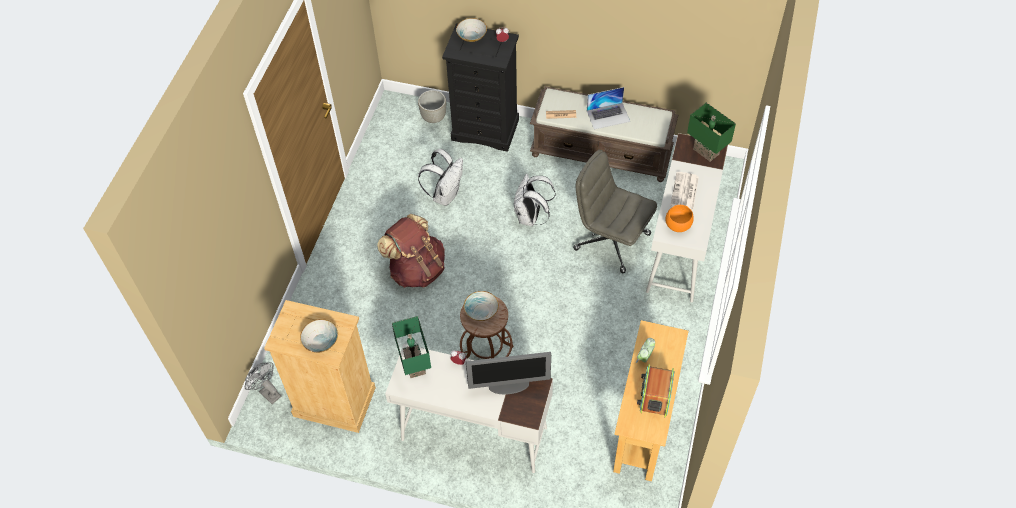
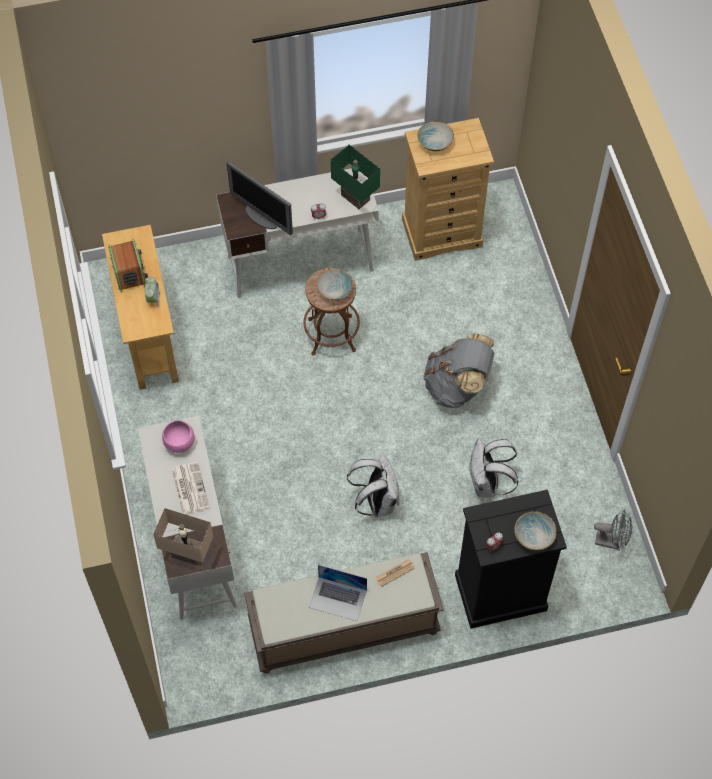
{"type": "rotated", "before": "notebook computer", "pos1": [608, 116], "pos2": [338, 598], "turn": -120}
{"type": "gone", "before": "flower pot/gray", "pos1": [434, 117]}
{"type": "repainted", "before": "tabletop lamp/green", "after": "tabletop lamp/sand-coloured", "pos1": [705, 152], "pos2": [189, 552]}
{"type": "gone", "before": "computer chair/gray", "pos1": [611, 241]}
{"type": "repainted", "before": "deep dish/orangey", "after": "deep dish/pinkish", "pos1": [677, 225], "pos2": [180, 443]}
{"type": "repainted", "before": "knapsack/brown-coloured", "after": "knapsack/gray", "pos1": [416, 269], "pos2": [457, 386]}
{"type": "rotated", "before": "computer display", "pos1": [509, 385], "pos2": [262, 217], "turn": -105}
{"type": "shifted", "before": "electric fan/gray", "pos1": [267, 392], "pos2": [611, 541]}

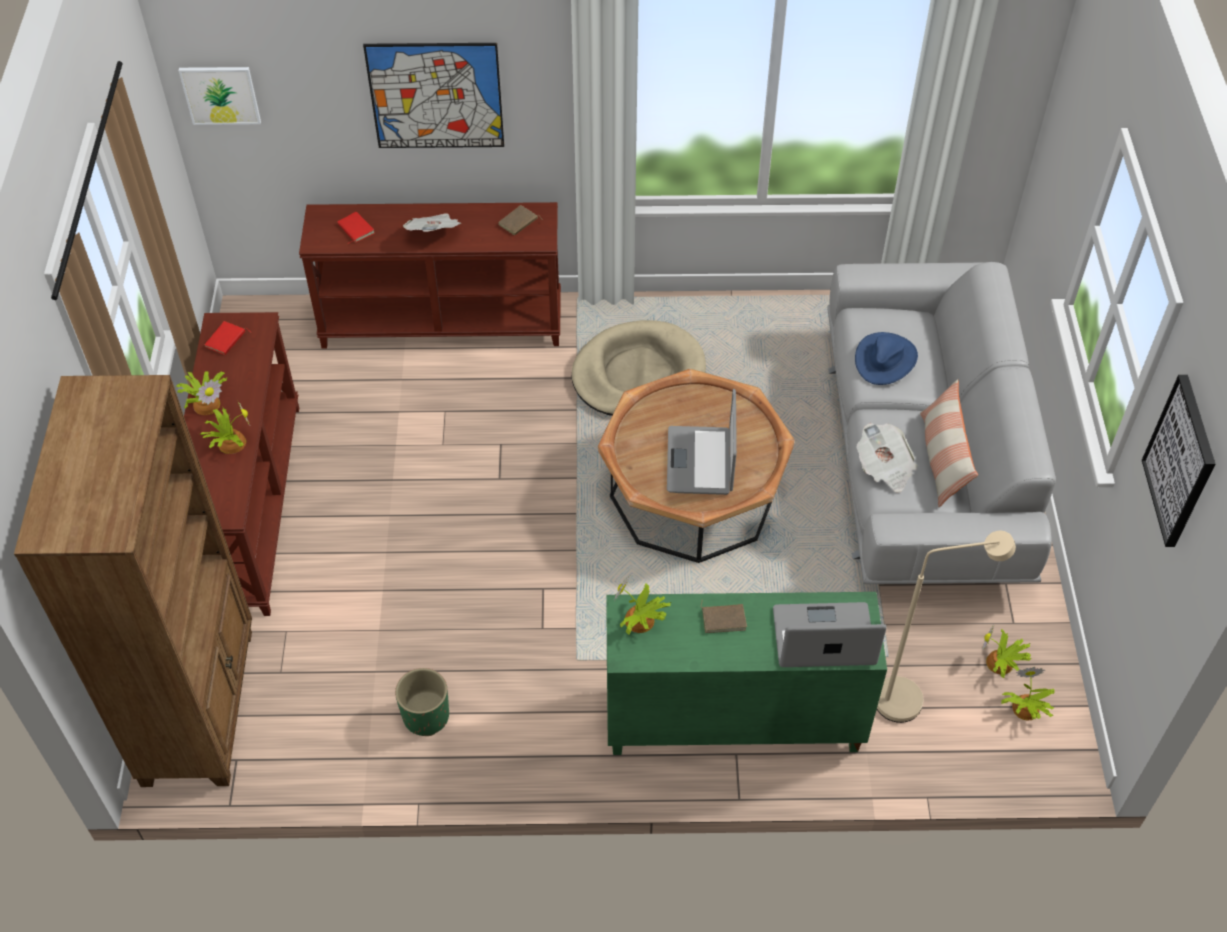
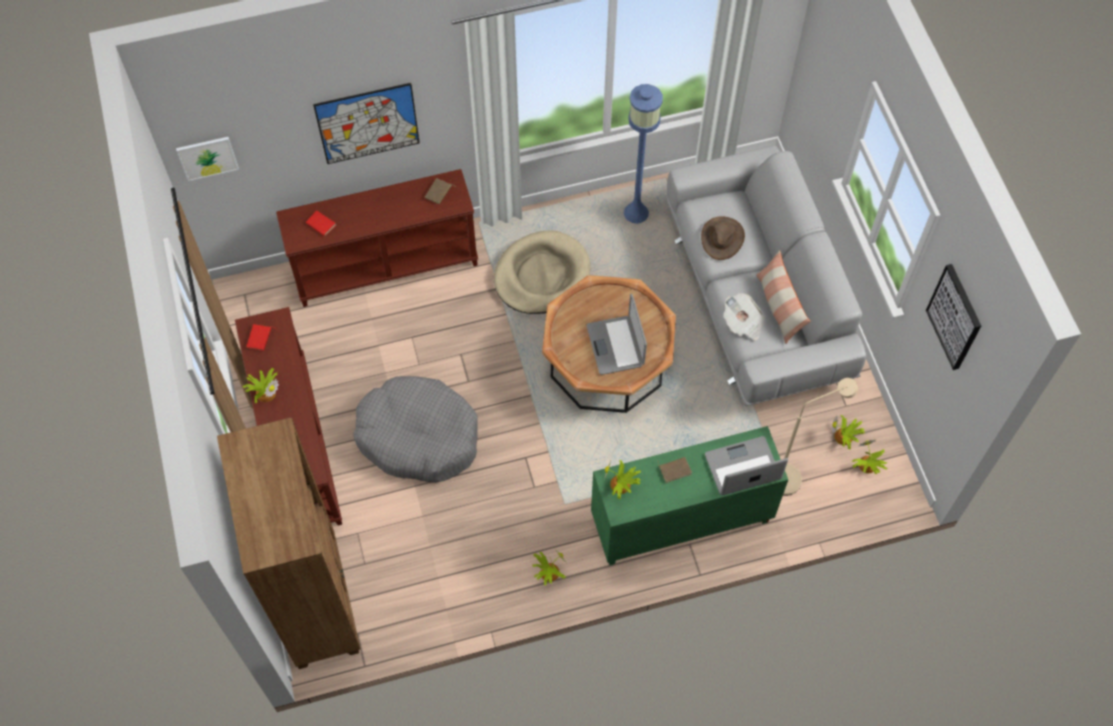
{"type": "gone", "before": "printed paper", "pos1": [434, 234]}
{"type": "repainted", "before": "hat/blue-coloured", "after": "hat/brown-coloured", "pos1": [885, 359], "pos2": [722, 238]}
{"type": "shifted", "before": "plant in a pot", "pos1": [230, 442], "pos2": [548, 572]}
{"type": "gone", "before": "flower pot/green", "pos1": [426, 716]}
{"type": "new", "after": "floor lamp/blue-coloured", "pos2": [636, 213]}
{"type": "new", "after": "dog bed/gray", "pos2": [418, 436]}

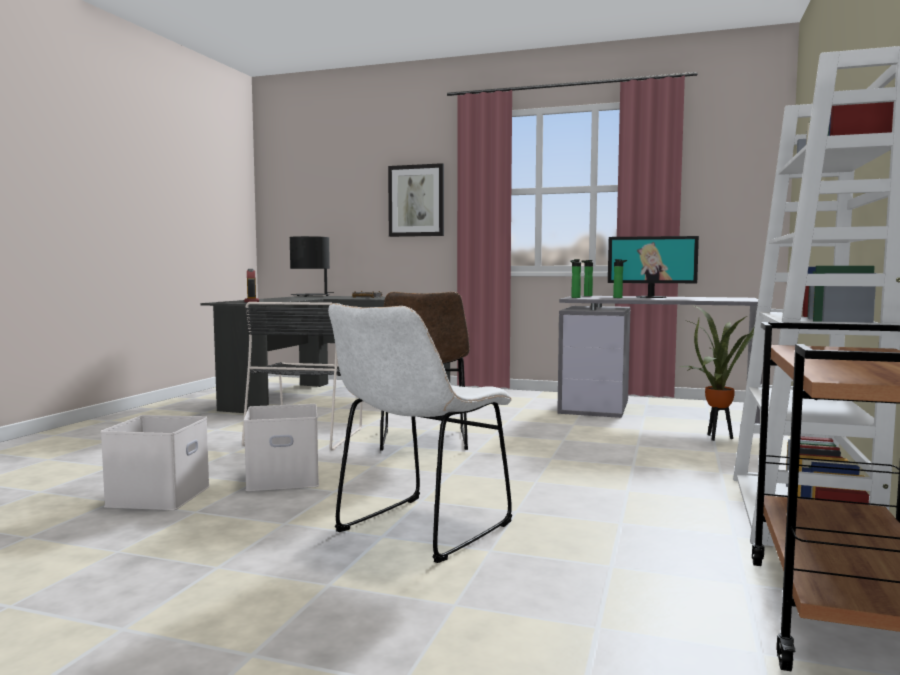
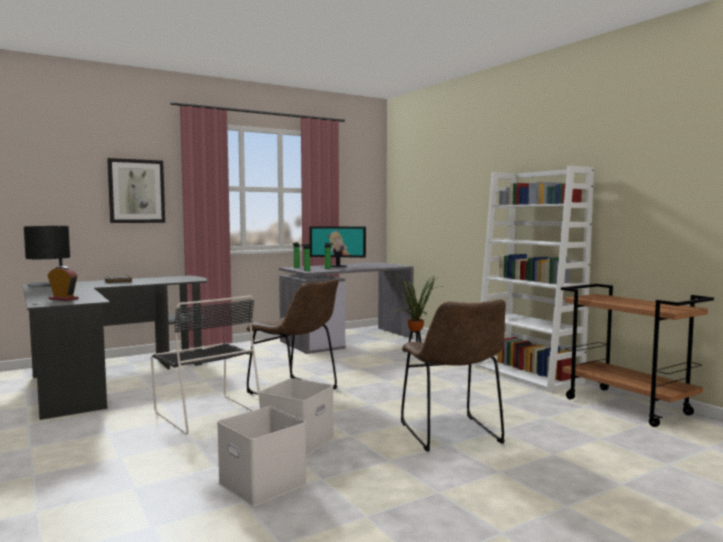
{"type": "rotated", "before": "computer display", "pos1": [651, 297], "pos2": [338, 266], "turn": 45}
{"type": "repainted", "before": "upright chair/white", "after": "upright chair/brown-coloured", "pos1": [419, 530], "pos2": [452, 435]}

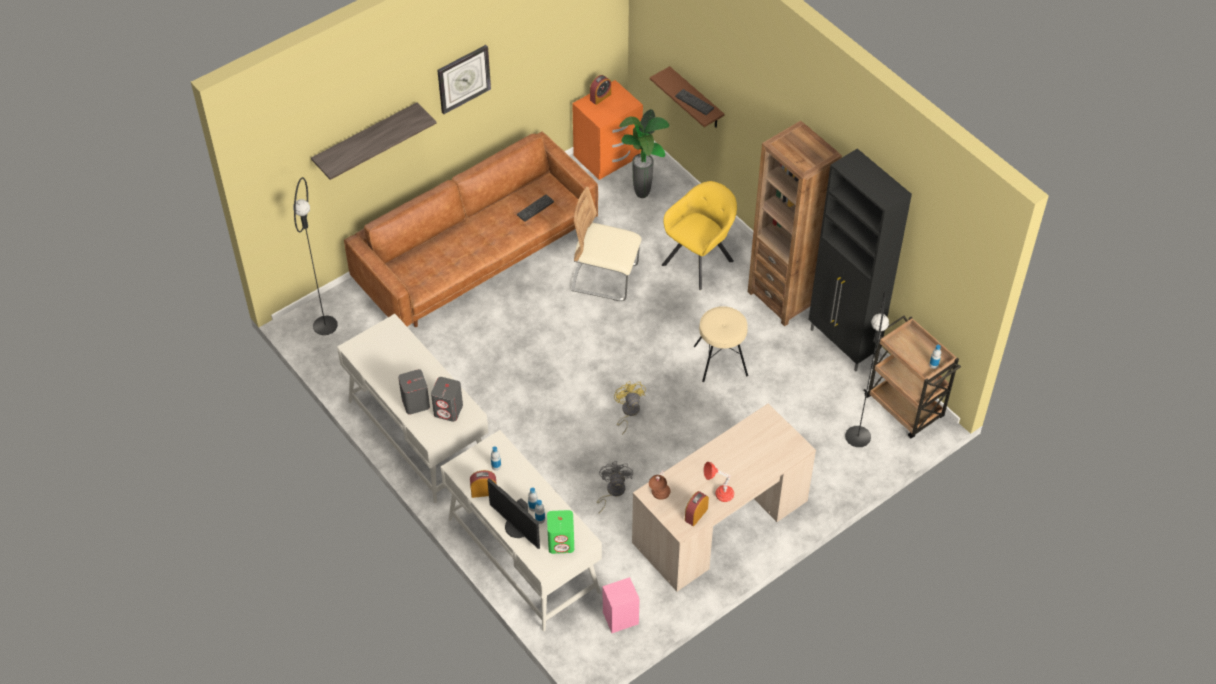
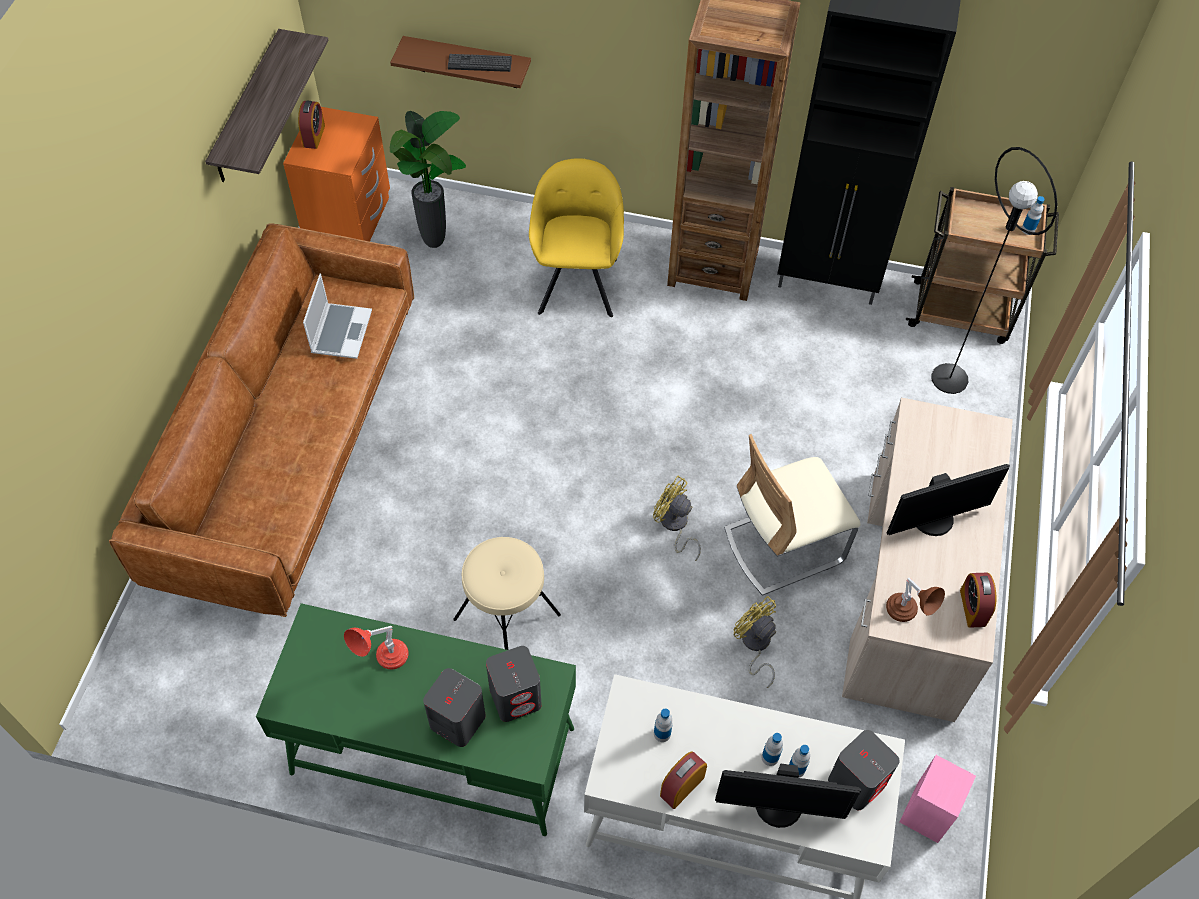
{"type": "gone", "before": "clock on the wall", "pos1": [463, 78]}
{"type": "shifted", "before": "wall shelf", "pos1": [366, 139], "pos2": [247, 109]}
{"type": "gone", "before": "floor lamp/blackish", "pos1": [325, 325]}
{"type": "shifted", "before": "upright chair/sand-coloured", "pos1": [605, 278], "pos2": [783, 545]}
{"type": "swapped", "before": "keyboard", "after": "notebook computer", "pos1": [535, 208], "pos2": [341, 331]}
{"type": "shifted", "before": "stool/sand-coloured", "pos1": [720, 361], "pos2": [507, 617]}
{"type": "repainted", "before": "desk unit/white", "after": "desk unit/green", "pos1": [418, 433], "pos2": [432, 749]}
{"type": "repainted", "before": "electric fan/gray", "after": "electric fan/yellowish", "pos1": [612, 491], "pos2": [755, 645]}
{"type": "shifted", "before": "tabletop lamp/red-coloured", "pos1": [718, 494], "pos2": [384, 661]}
{"type": "repainted", "before": "audio speaker/green", "after": "audio speaker/gray", "pos1": [561, 542], "pos2": [857, 781]}
{"type": "new", "after": "computer display", "pos2": [933, 520]}

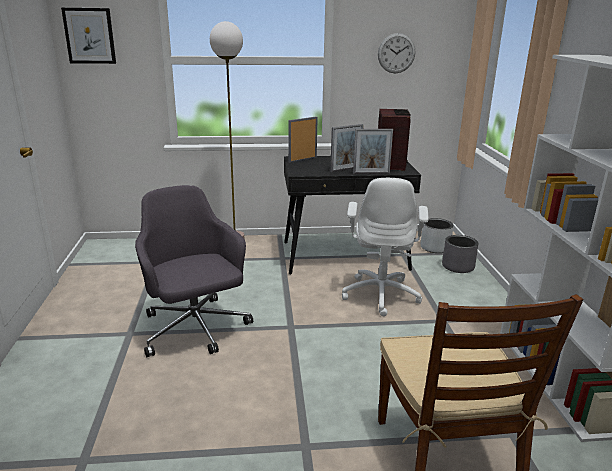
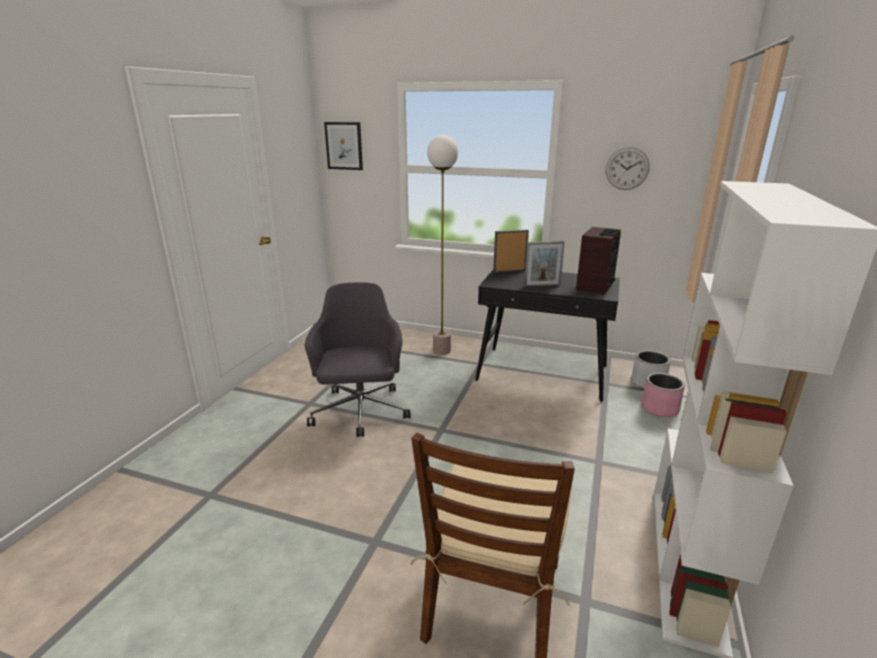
{"type": "gone", "before": "photo frame", "pos1": [371, 173]}
{"type": "gone", "before": "computer chair/white", "pos1": [381, 294]}
{"type": "repainted", "before": "flower pot/gray", "after": "flower pot/pinkish", "pos1": [458, 266], "pos2": [660, 408]}

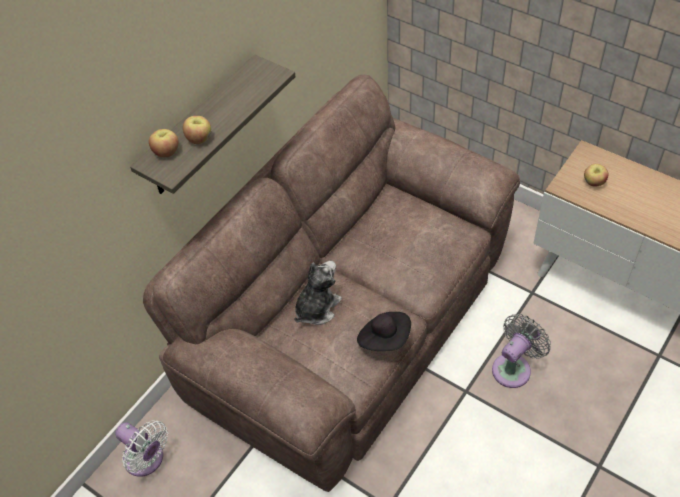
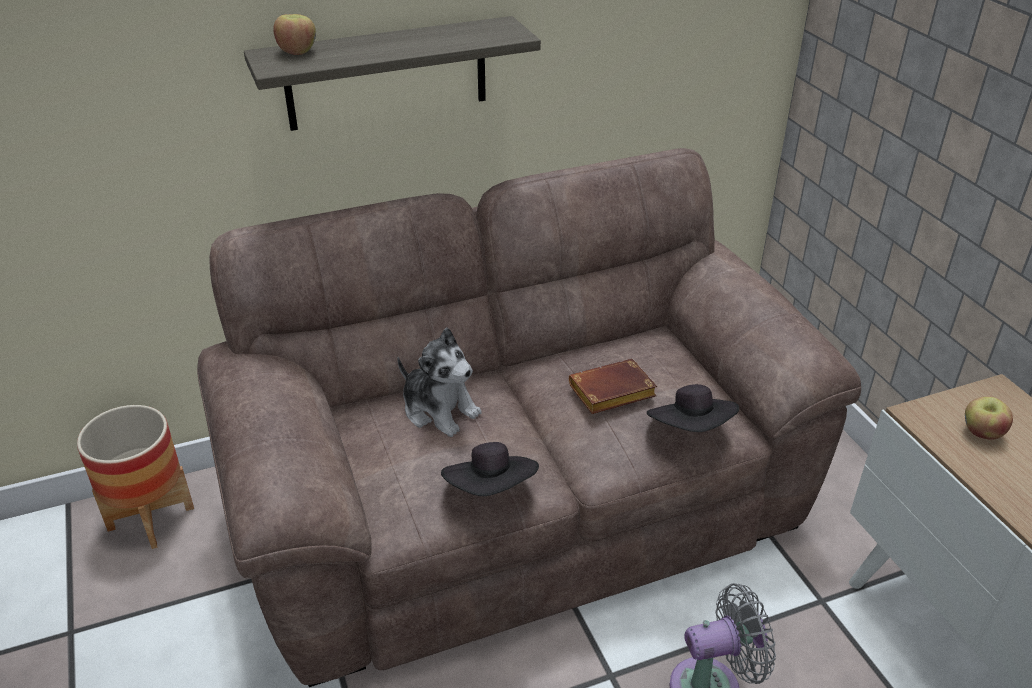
{"type": "gone", "before": "apple fruit", "pos1": [199, 139]}
{"type": "rotated", "before": "soft toy", "pos1": [316, 308], "pos2": [439, 410], "turn": 60}
{"type": "swapped", "before": "electric fan/white", "after": "flower pot", "pos1": [147, 460], "pos2": [151, 518]}
{"type": "new", "after": "bound book/brown-coloured", "pos2": [610, 394]}
{"type": "new", "after": "hat/blackish", "pos2": [691, 429]}

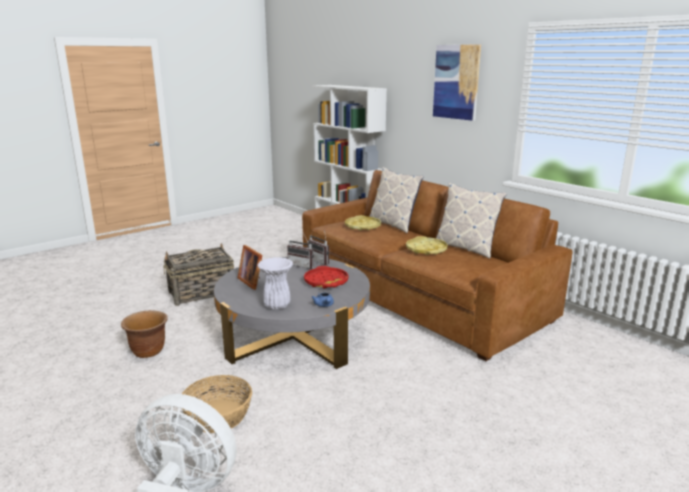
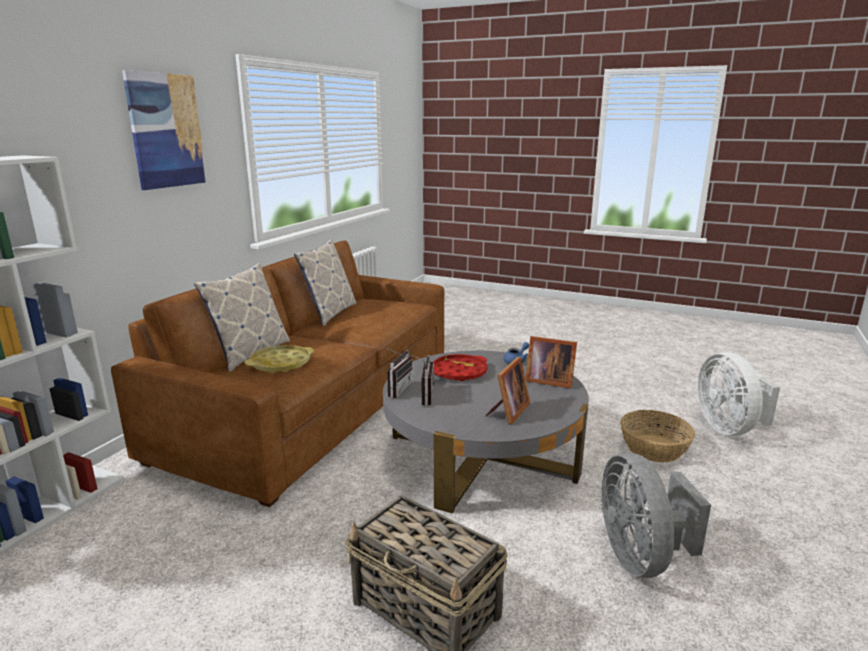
{"type": "gone", "before": "carrying tray/yellowish", "pos1": [426, 249]}
{"type": "swapped", "before": "flower vase/white", "after": "photo frame", "pos1": [277, 306], "pos2": [548, 380]}
{"type": "swapped", "before": "flower pot/brown-coloured", "after": "electric fan/gray", "pos1": [148, 351], "pos2": [640, 557]}

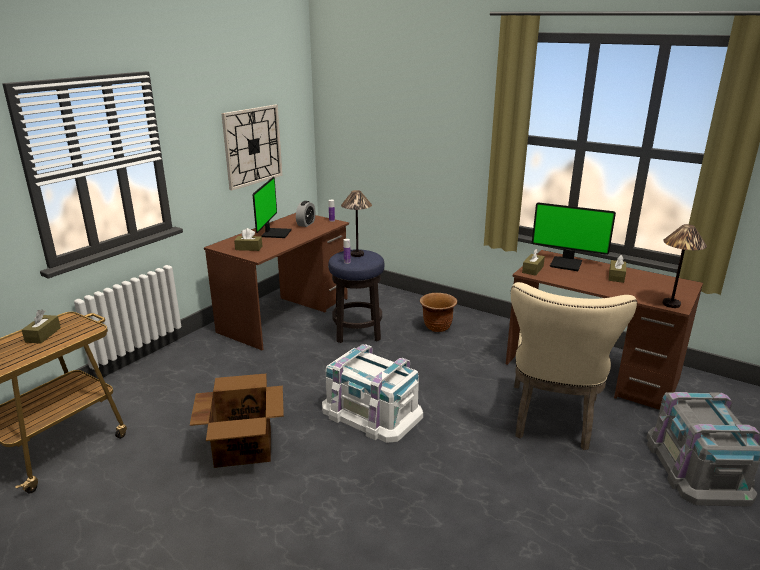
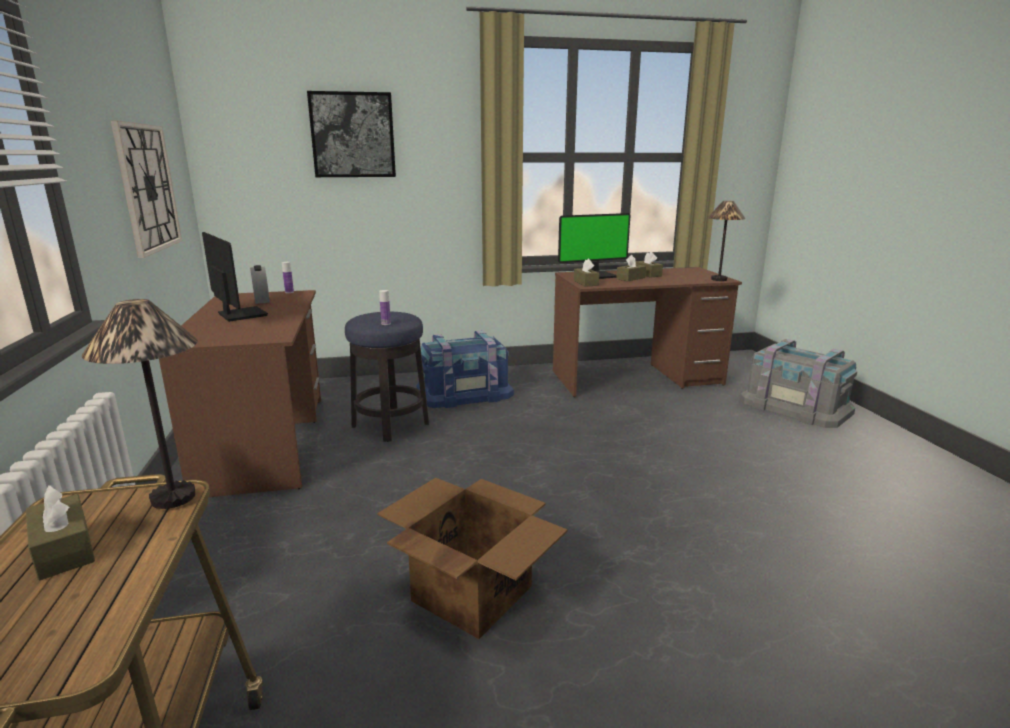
{"type": "shifted", "before": "tabletop lamp", "pos1": [357, 254], "pos2": [172, 498]}
{"type": "shifted", "before": "tissue holder/brown-coloured", "pos1": [249, 248], "pos2": [630, 278]}
{"type": "gone", "before": "upright chair/sand-coloured", "pos1": [552, 420]}
{"type": "swapped", "before": "flower pot/brown-coloured", "after": "storage box/blue-coloured", "pos1": [437, 327], "pos2": [464, 392]}
{"type": "gone", "before": "storage box/white", "pos1": [371, 412]}
{"type": "new", "after": "wall art", "pos2": [353, 135]}

